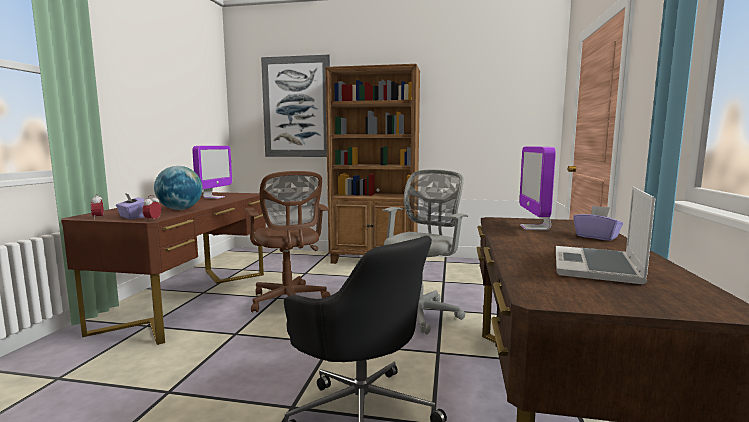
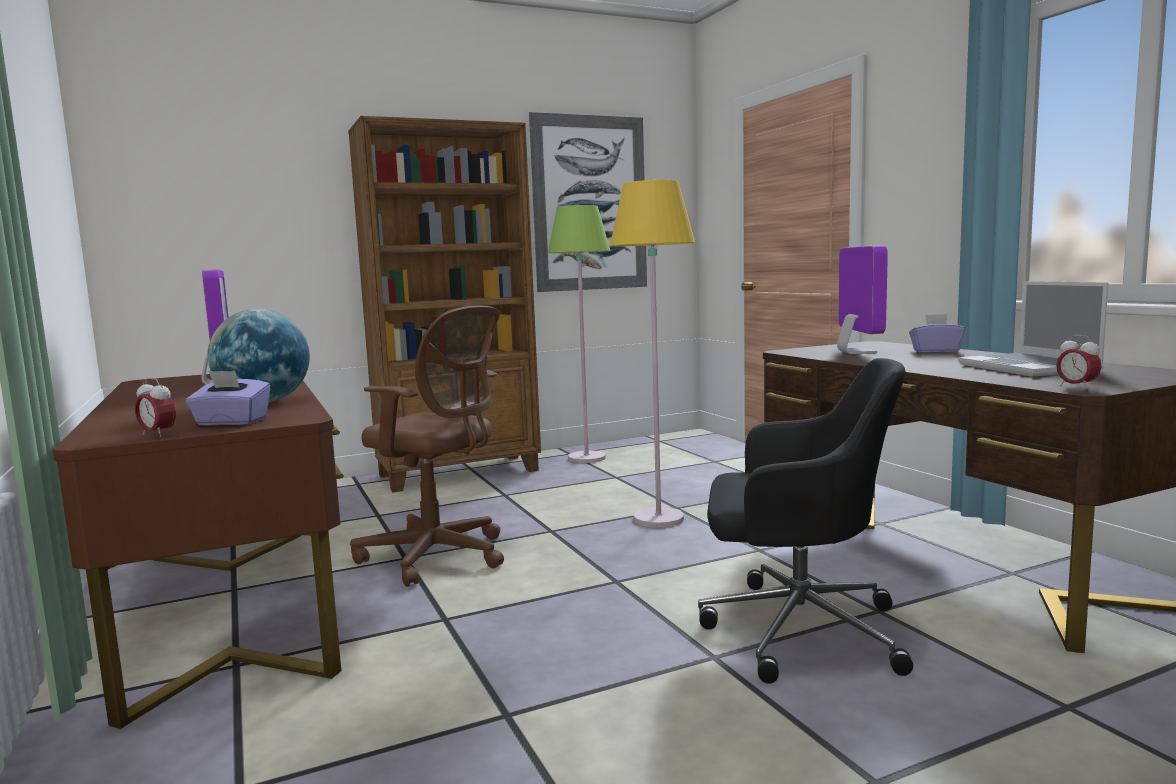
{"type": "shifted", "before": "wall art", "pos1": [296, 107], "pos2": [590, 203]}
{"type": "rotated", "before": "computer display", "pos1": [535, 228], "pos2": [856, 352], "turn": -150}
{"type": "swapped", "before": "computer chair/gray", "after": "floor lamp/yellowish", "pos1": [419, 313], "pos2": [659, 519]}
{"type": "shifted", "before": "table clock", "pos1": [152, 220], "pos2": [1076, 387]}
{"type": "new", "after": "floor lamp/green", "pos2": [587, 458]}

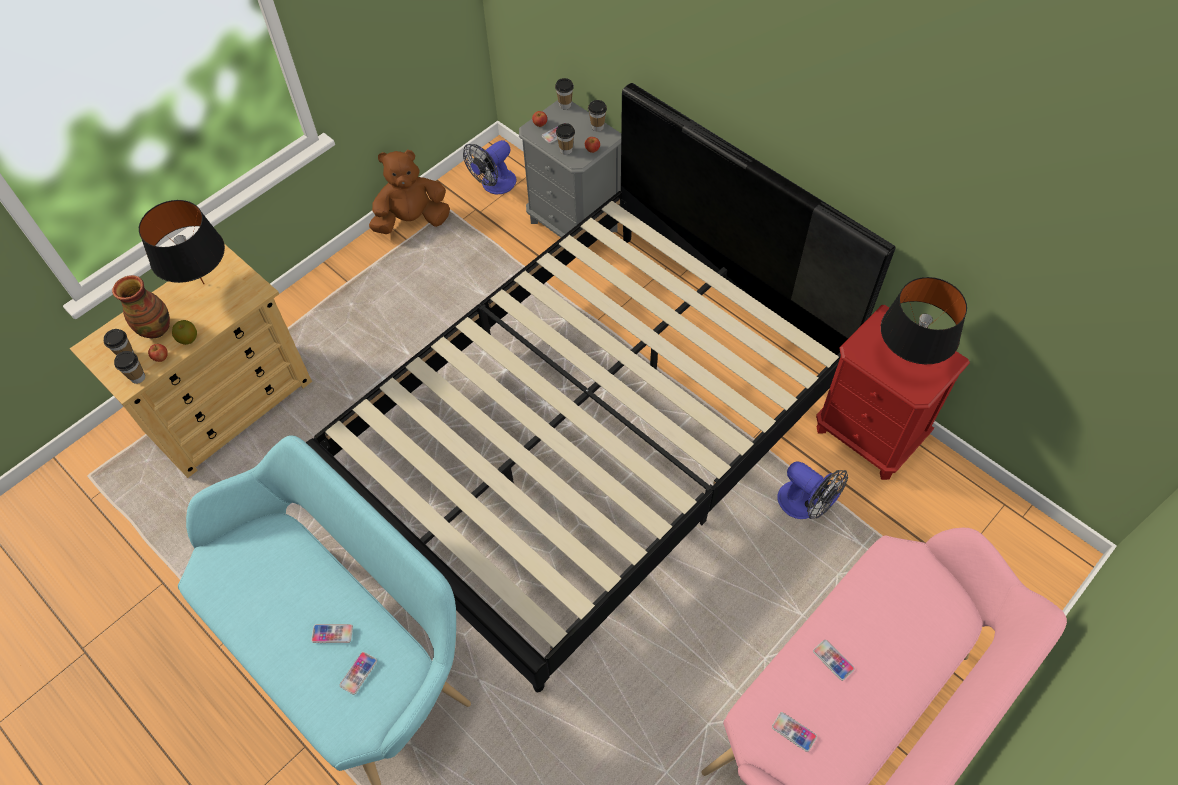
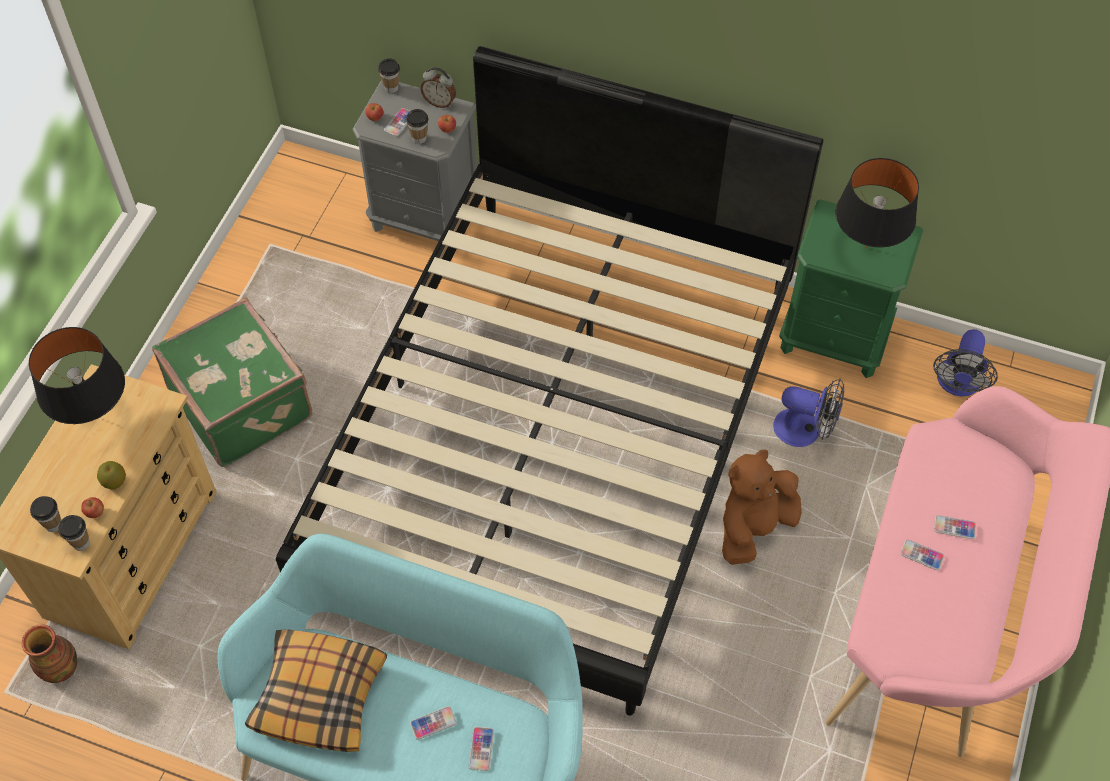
{"type": "swapped", "before": "small cup", "after": "table clock", "pos1": [597, 127], "pos2": [440, 102]}
{"type": "shifted", "before": "electric fan", "pos1": [494, 185], "pos2": [957, 384]}
{"type": "shifted", "before": "soft toy/brown-coloured", "pos1": [412, 220], "pos2": [754, 527]}
{"type": "shifted", "before": "flower vase", "pos1": [156, 328], "pos2": [60, 668]}
{"type": "repainted", "before": "night table/red-coloured", "after": "night table/green", "pos1": [869, 435], "pos2": [834, 338]}
{"type": "shifted", "before": "phone", "pos1": [794, 732], "pos2": [954, 527]}
{"type": "new", "after": "travel case/green", "pos2": [243, 403]}
{"type": "new", "after": "cushion", "pos2": [320, 695]}

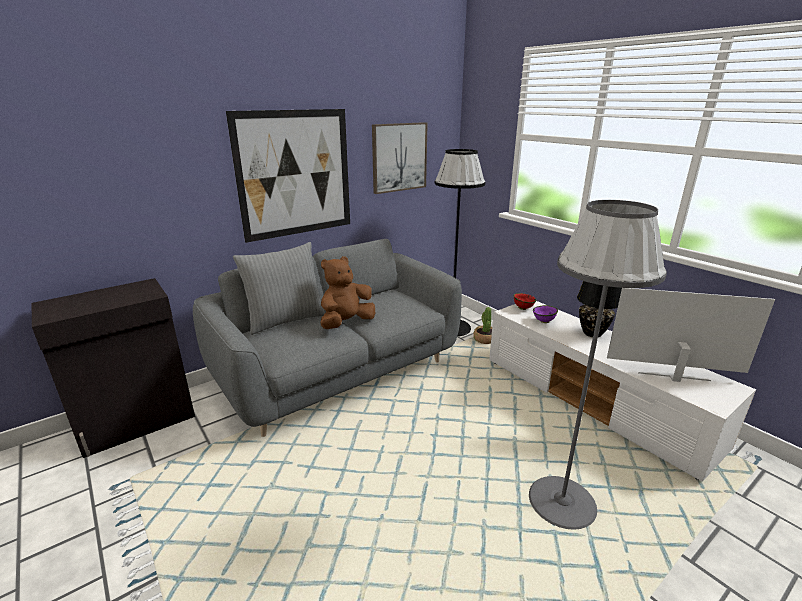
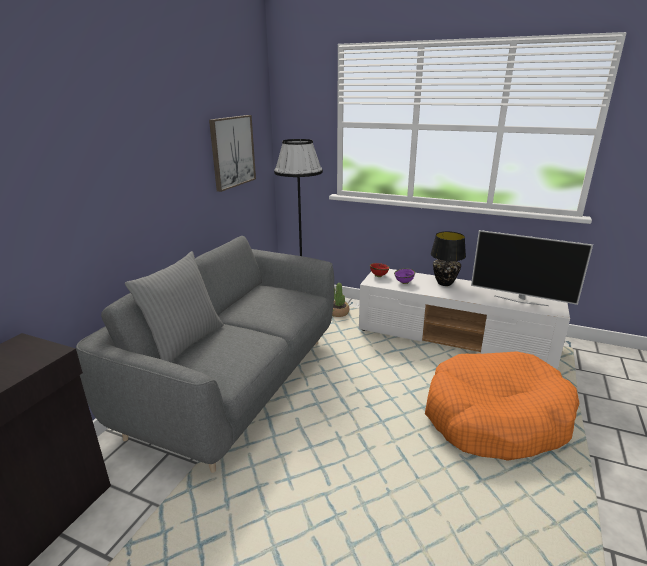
{"type": "gone", "before": "wall art", "pos1": [295, 174]}
{"type": "swapped", "before": "floor lamp/gray", "after": "dog bed/orangey", "pos1": [562, 501], "pos2": [495, 418]}
{"type": "gone", "before": "soft toy/brown-coloured", "pos1": [346, 323]}
{"type": "rotated", "before": "TV", "pos1": [674, 377], "pos2": [520, 300], "turn": -135}

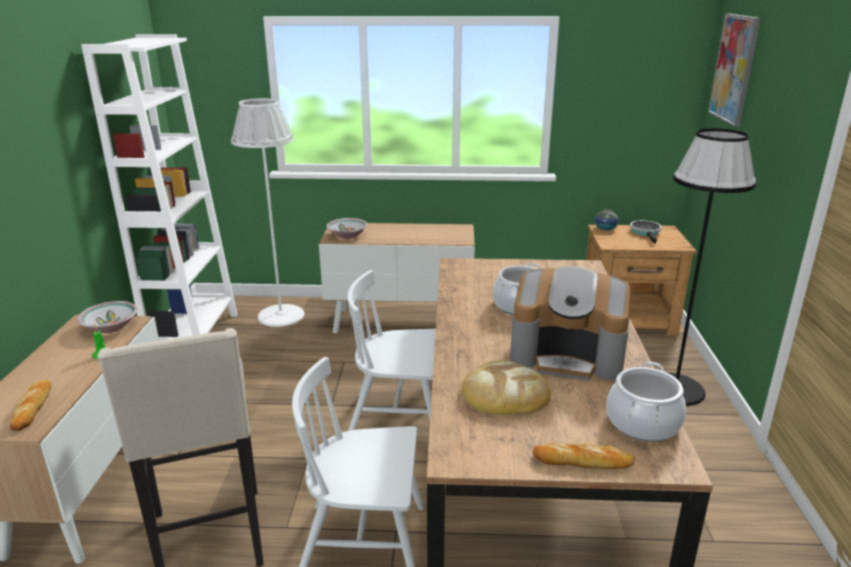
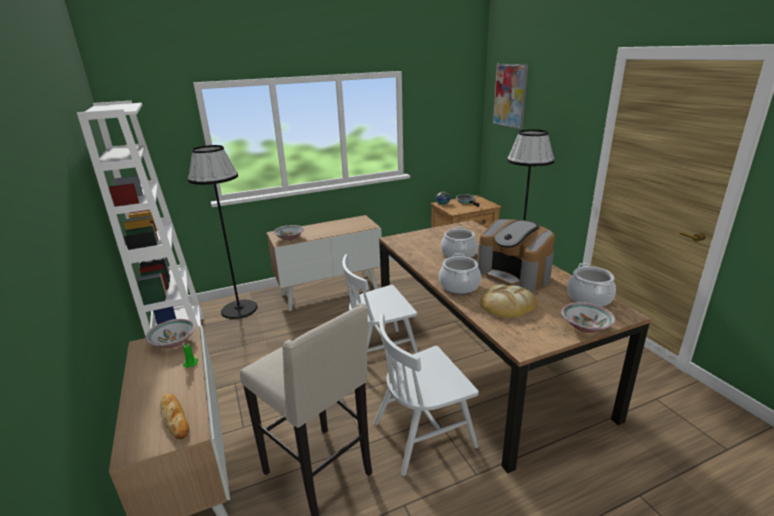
{"type": "repainted", "before": "floor lamp/white", "after": "floor lamp/blackish", "pos1": [281, 315], "pos2": [239, 309]}
{"type": "rotated", "before": "coffee machine", "pos1": [567, 355], "pos2": [514, 275], "turn": 60}
{"type": "swapped", "before": "bakery bread", "after": "deep dish", "pos1": [583, 461], "pos2": [585, 326]}
{"type": "new", "after": "stockpot", "pos2": [459, 286]}

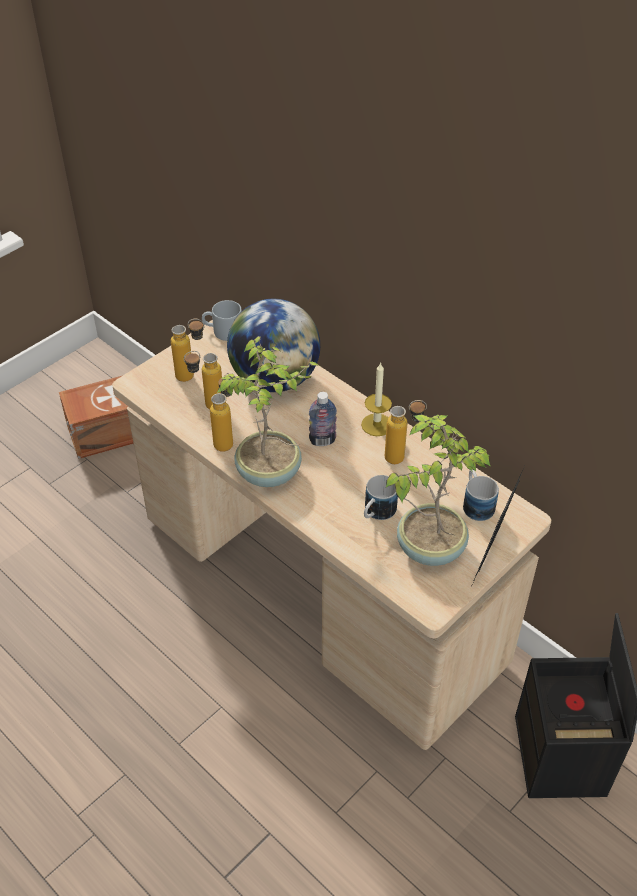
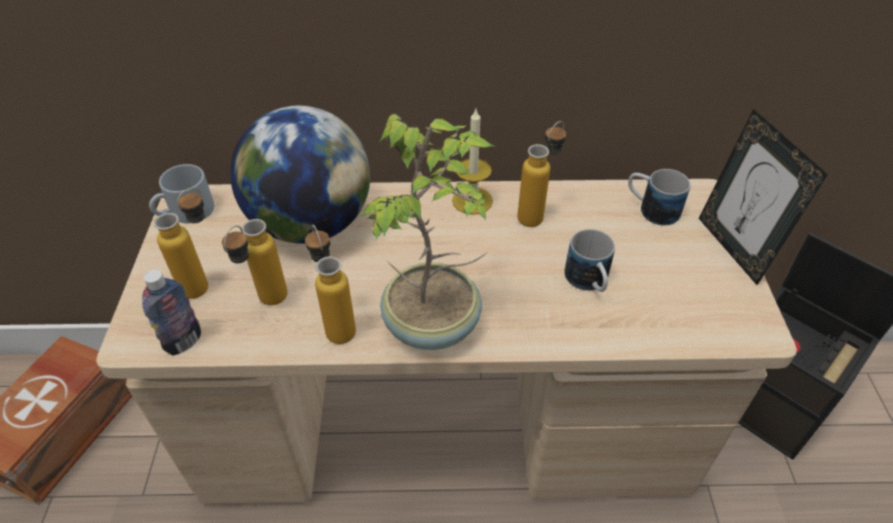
{"type": "shifted", "before": "beverage bottle", "pos1": [322, 441], "pos2": [184, 341]}
{"type": "gone", "before": "plant in a pot", "pos1": [429, 547]}

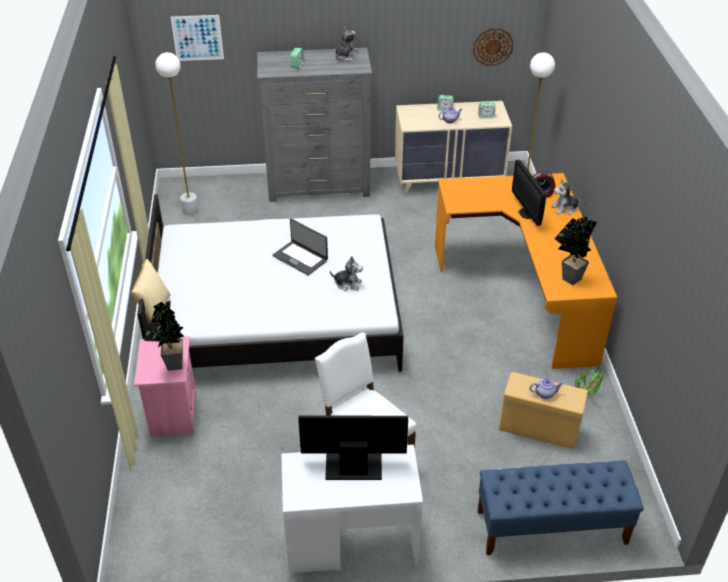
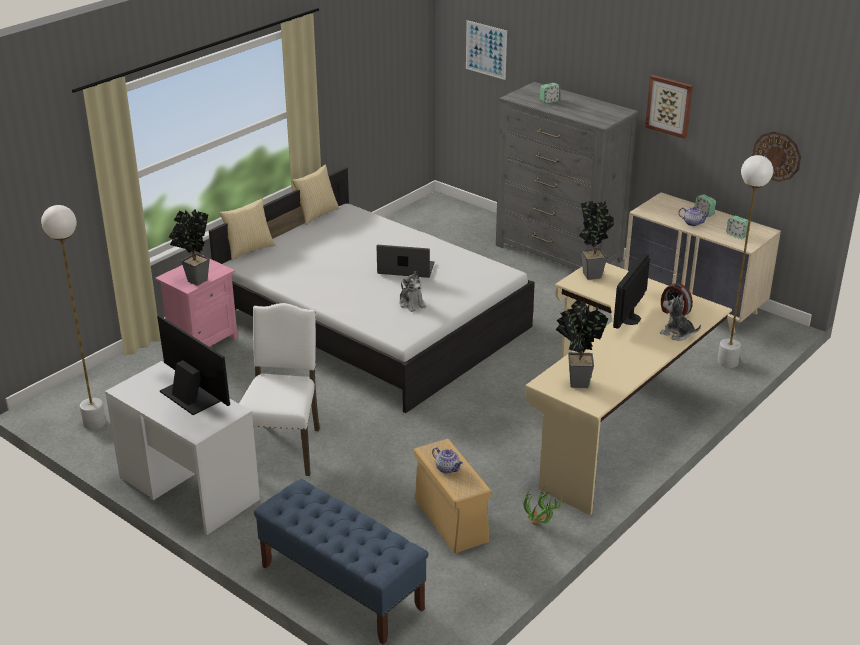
{"type": "gone", "before": "soft toy", "pos1": [345, 56]}
{"type": "shifted", "before": "floor lamp/white", "pos1": [190, 210], "pos2": [94, 423]}
{"type": "repainted", "before": "desk unit/orangey", "after": "desk unit/sand-coloured", "pos1": [524, 291], "pos2": [617, 421]}
{"type": "rotated", "before": "notebook computer", "pos1": [300, 258], "pos2": [405, 269], "turn": 105}
{"type": "new", "after": "wall art", "pos2": [669, 106]}
{"type": "new", "after": "cushion", "pos2": [316, 214]}
{"type": "new", "after": "plant in a pot", "pos2": [592, 273]}

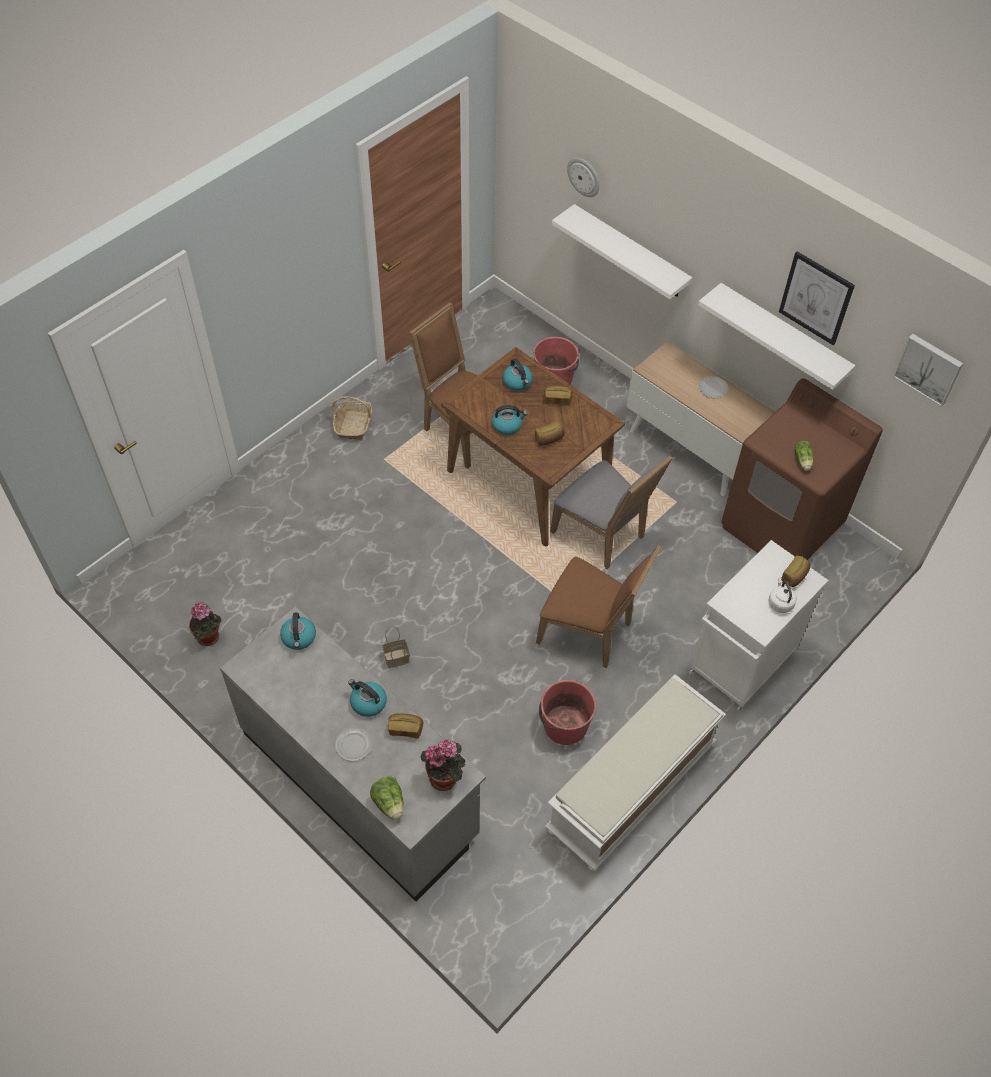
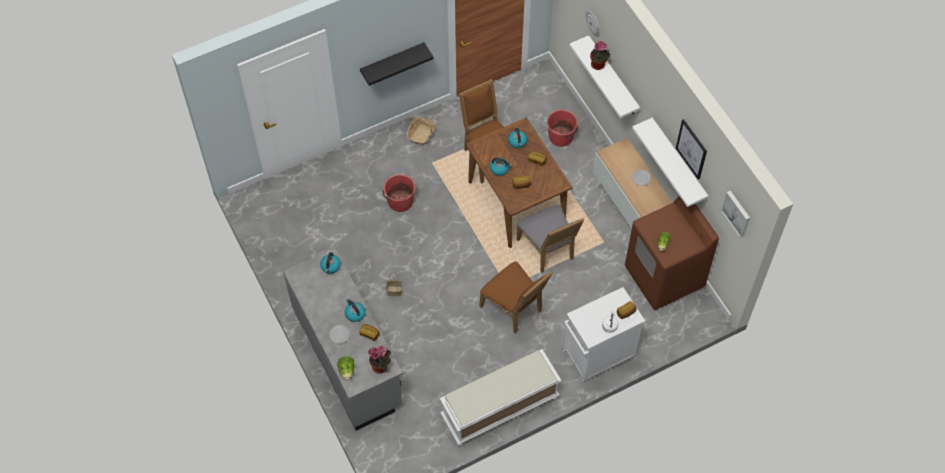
{"type": "shifted", "before": "plant in a pot", "pos1": [210, 638], "pos2": [599, 65]}
{"type": "shifted", "before": "water bucket/red-coloured", "pos1": [564, 725], "pos2": [400, 201]}
{"type": "new", "after": "wall shelf/blackish", "pos2": [392, 61]}

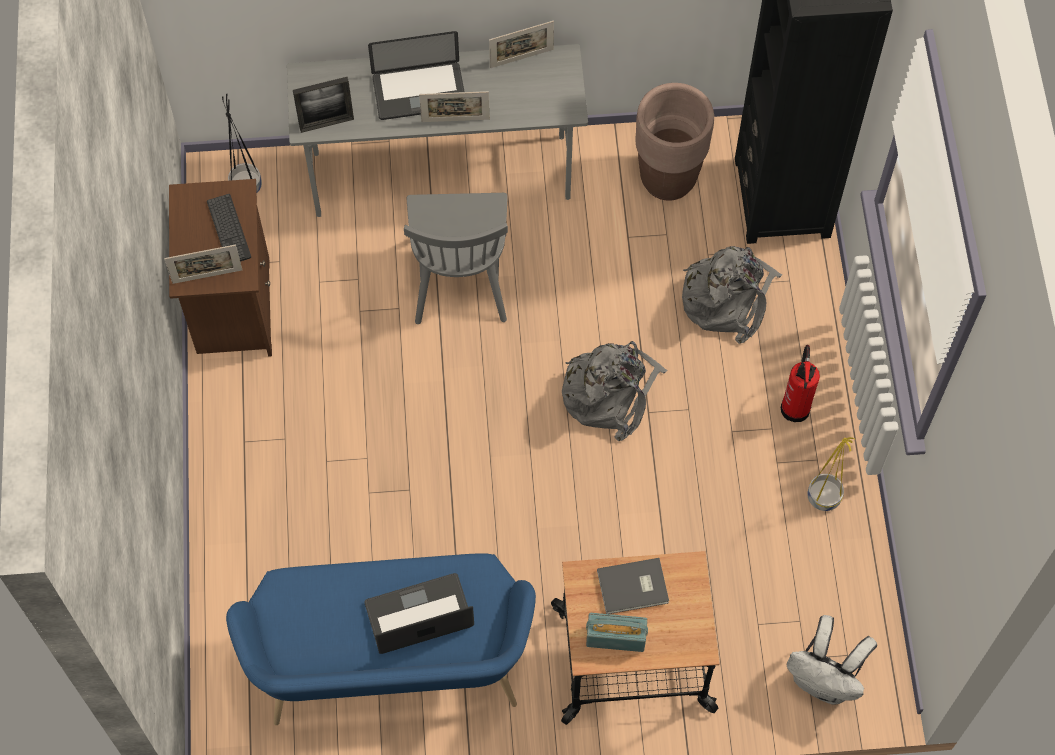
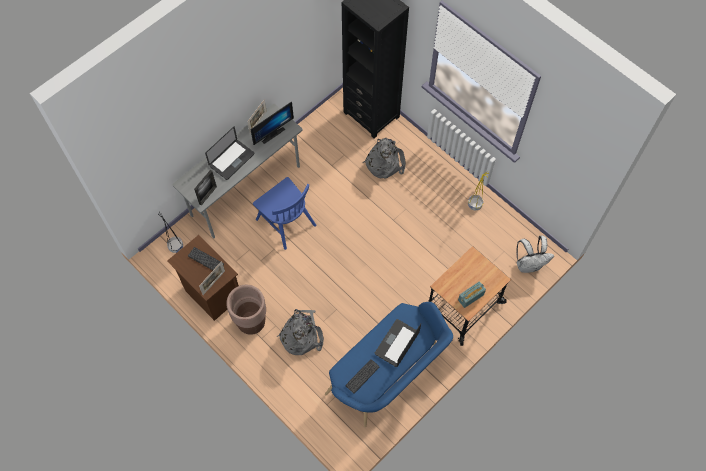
{"type": "shifted", "before": "flower pot/brown-coloured", "pos1": [668, 179], "pos2": [251, 322]}
{"type": "gone", "before": "photo frame", "pos1": [455, 120]}
{"type": "repainted", "before": "upright chair/gray", "after": "upright chair/blue-coloured", "pos1": [460, 277], "pos2": [286, 222]}
{"type": "shifted", "before": "knapsack/gray", "pos1": [610, 393], "pos2": [301, 335]}
{"type": "gone", "before": "fire-fighting cylinder", "pos1": [796, 406]}
{"type": "gone", "before": "bound book/gray", "pos1": [634, 588]}
{"type": "new", "after": "computer display", "pos2": [271, 133]}
{"type": "new", "after": "keyboard", "pos2": [362, 376]}

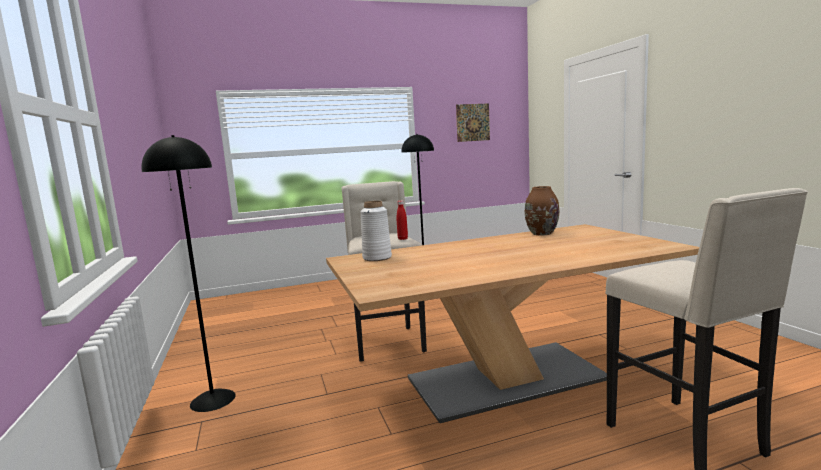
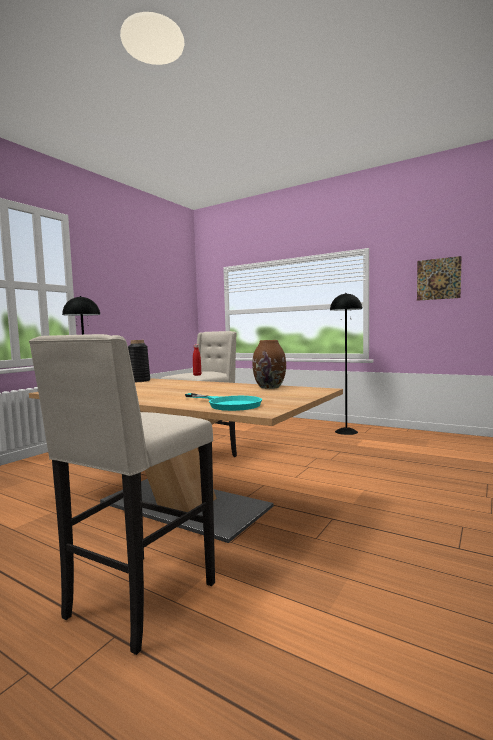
{"type": "repainted", "before": "flower vase/white", "after": "flower vase/blackish", "pos1": [377, 258], "pos2": [139, 381]}
{"type": "new", "after": "skillet/turquoise-coloured", "pos2": [228, 404]}

